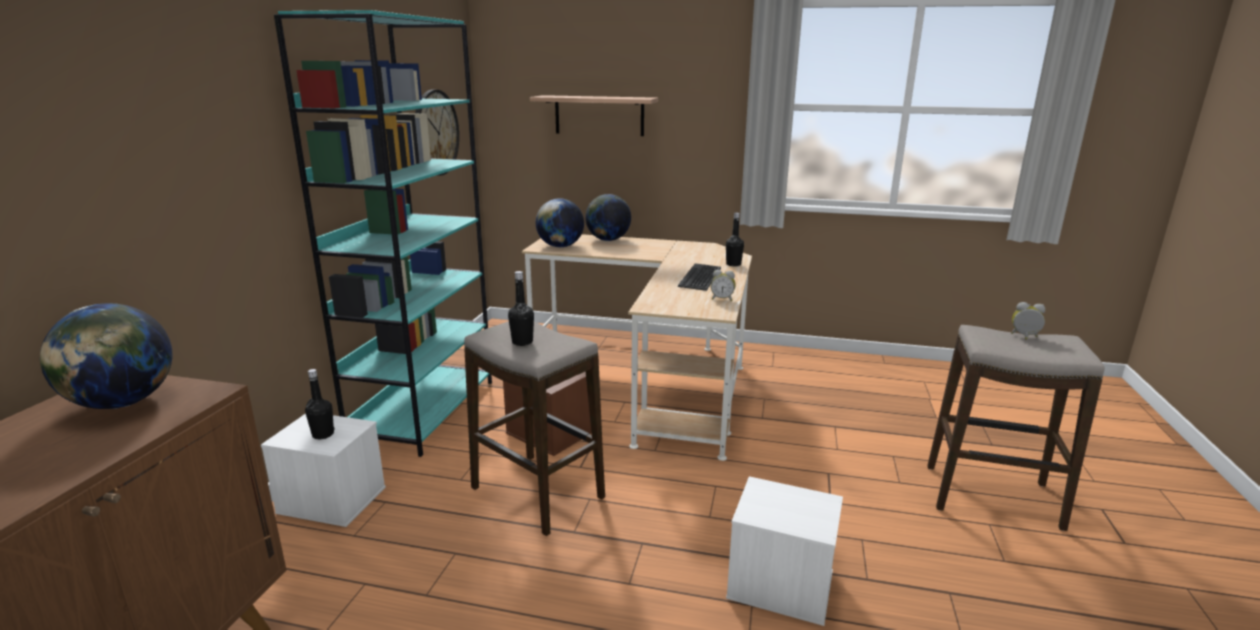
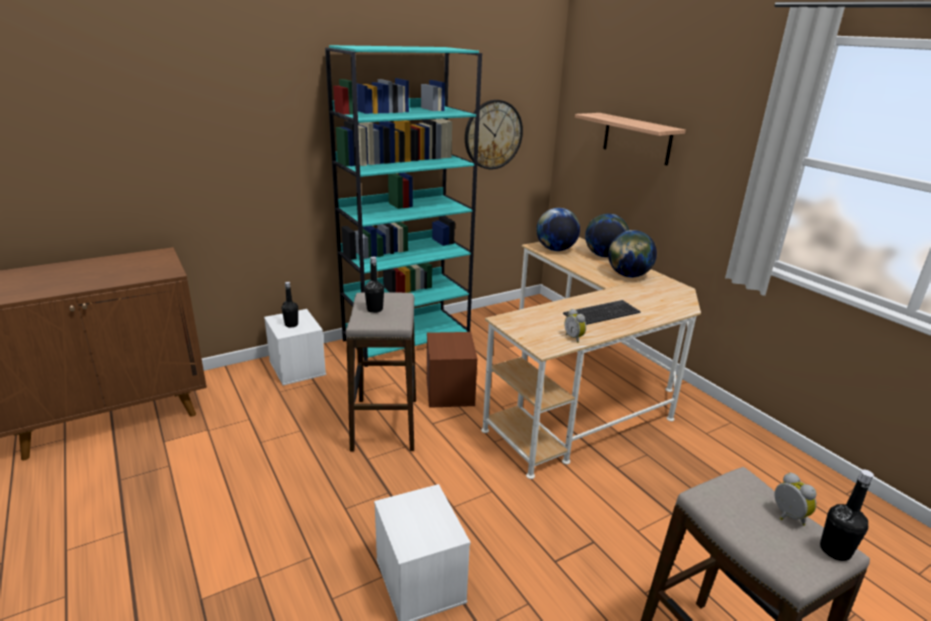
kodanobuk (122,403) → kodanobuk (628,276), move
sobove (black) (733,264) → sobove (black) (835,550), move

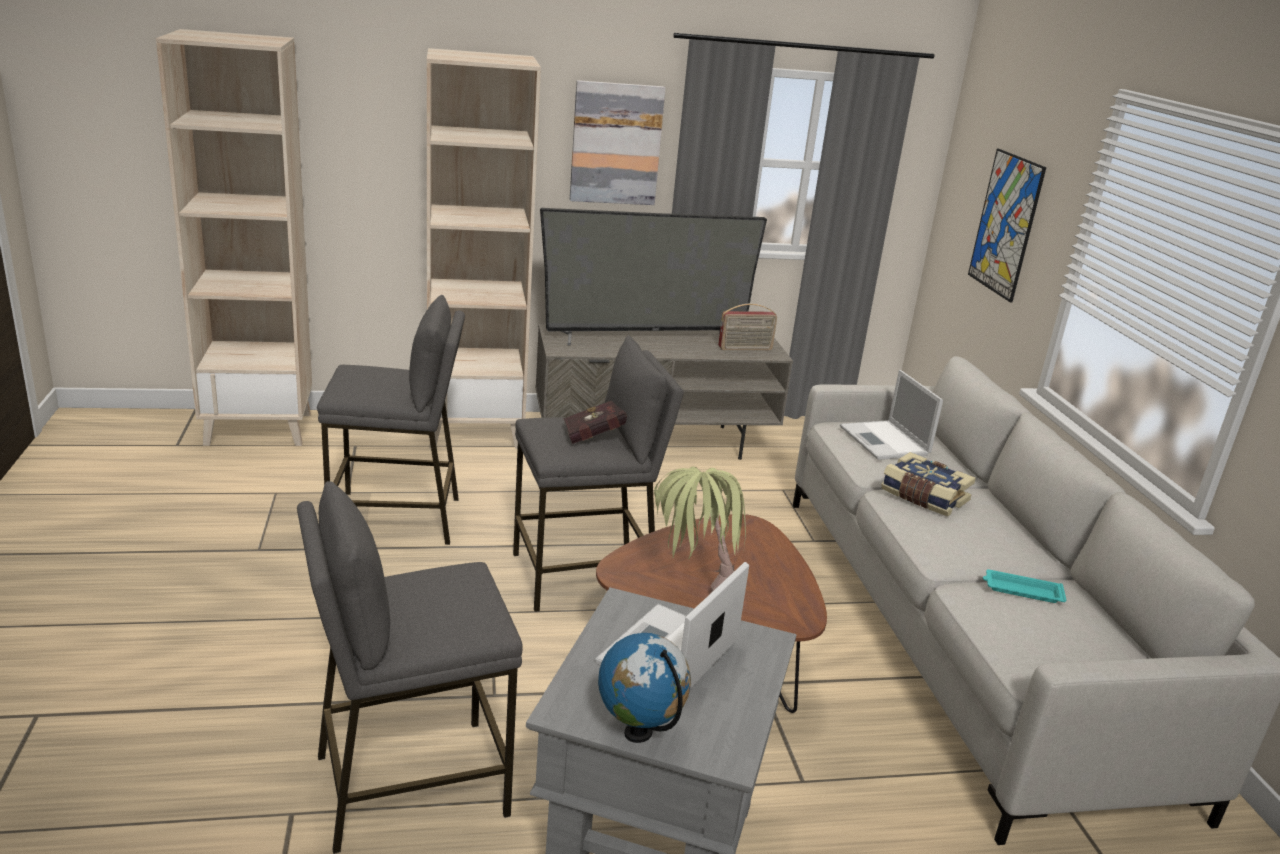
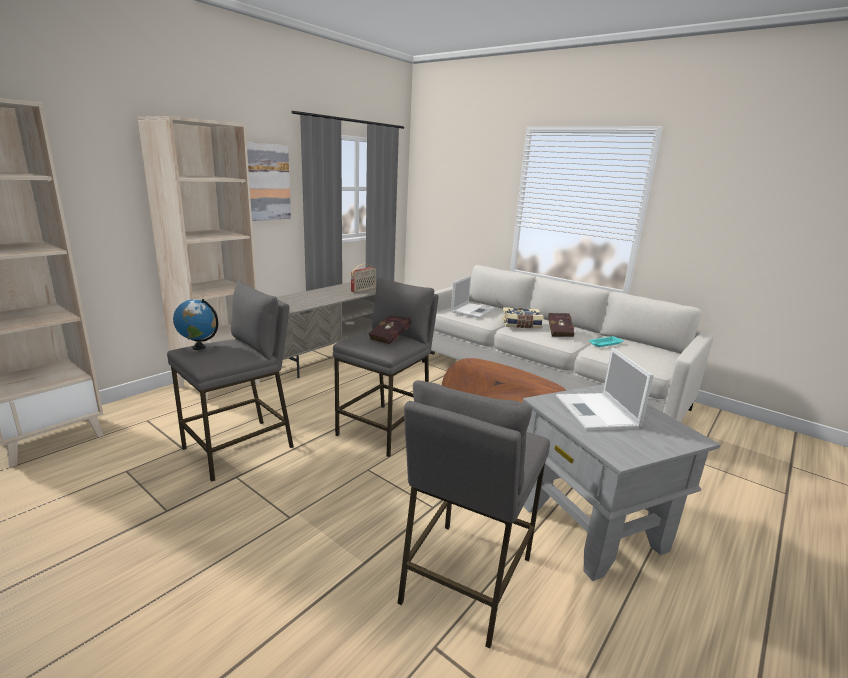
kodanobuk (639,733) → kodanobuk (199,347), move
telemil (885,441) → telemil (473,310), 90 degrees counterclockwise
- → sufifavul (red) (559,332)
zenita (646,337) → -
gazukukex (690,593) → -
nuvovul (1005,224) → -

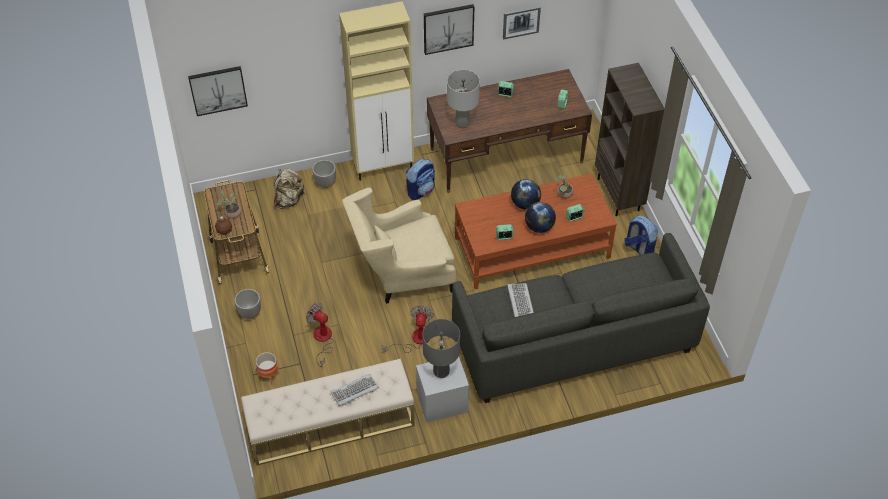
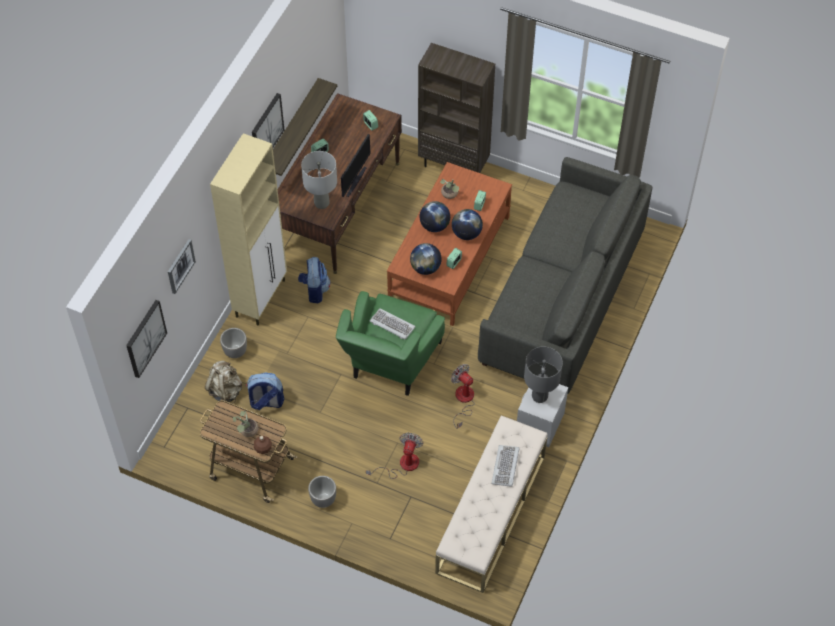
nuvovul (521,22) → nuvovul (180,266), move
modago (638,248) → modago (266,402), move
- → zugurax (291,129)
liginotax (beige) (402,275) → liginotax (green) (390,365)
- → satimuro (355,181)
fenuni (322,340) → fenuni (402,465), 120 degrees clockwise
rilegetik (520,302) → rilegetik (392,325), move
- → kodanobuk (425,268)
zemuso (269,376) → -

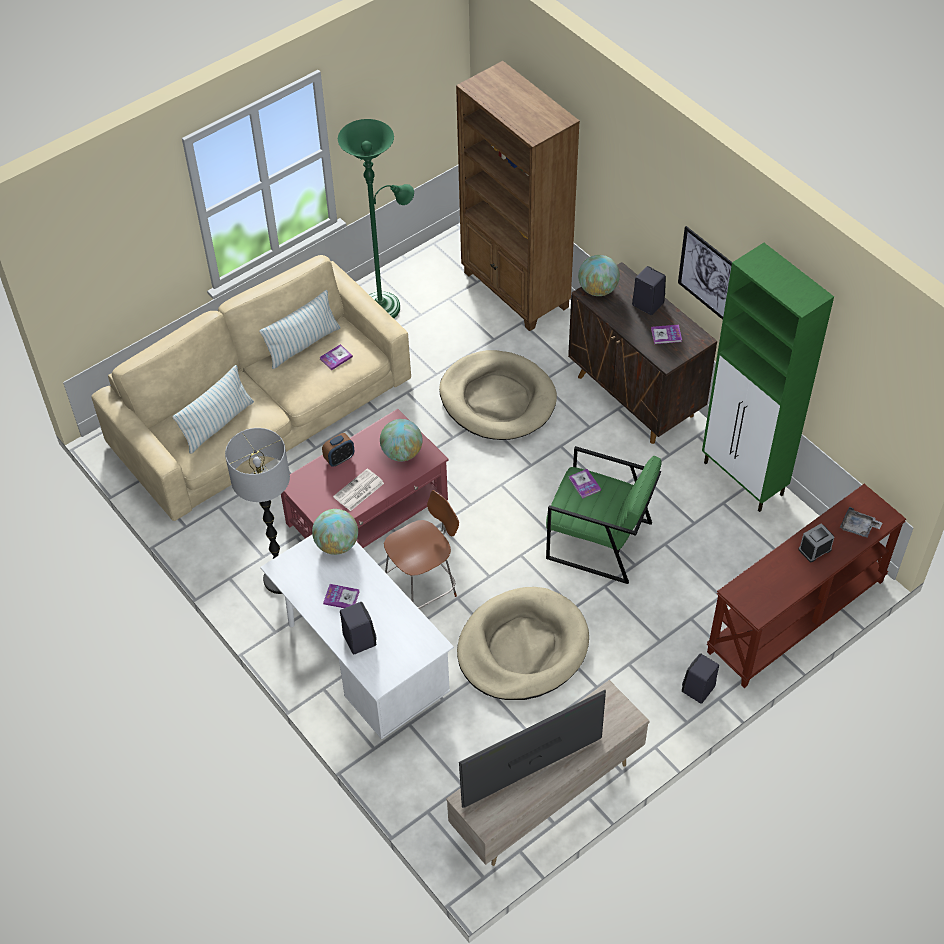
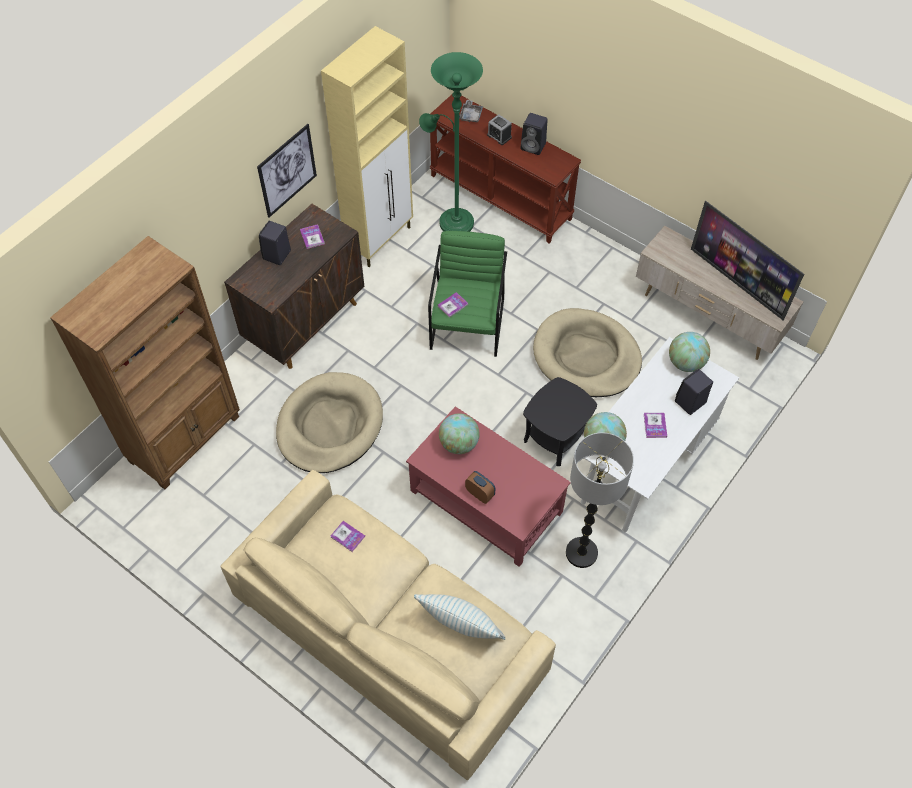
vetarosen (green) (744,479) → vetarosen (beige) (380,240)
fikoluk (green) (385,305) → fikoluk (green) (452,221), move
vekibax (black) (698,690) → vekibax (black) (534,146), move
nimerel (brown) (422,590) → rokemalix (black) (555,438)
kodanobuk (598,289) → kodanobuk (686,363), move
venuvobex (303,344) → -
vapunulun (358,491) → -

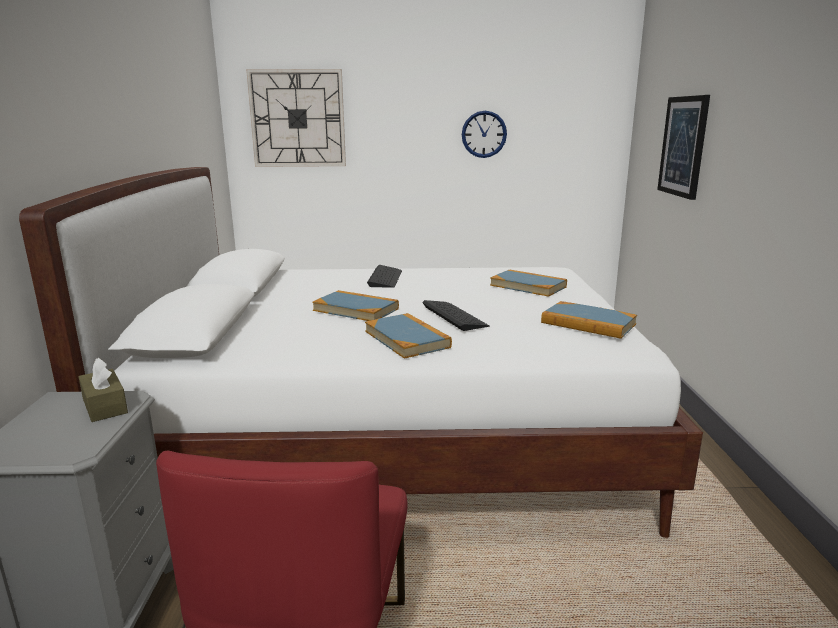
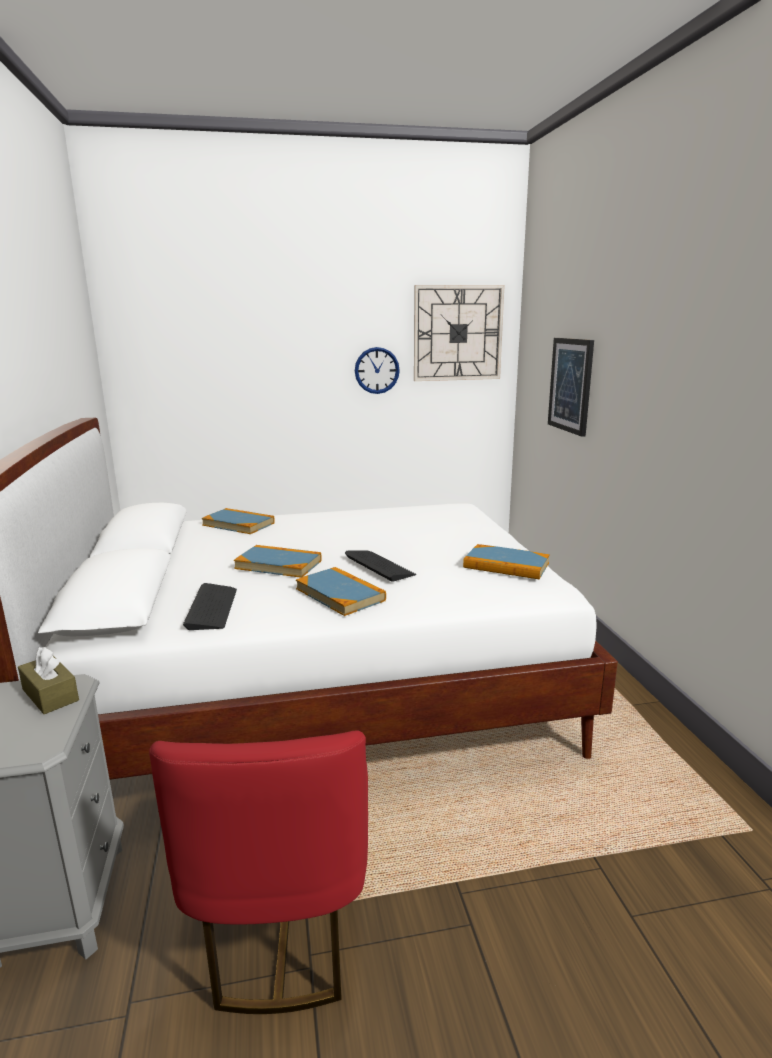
rilegetik (385,278) → rilegetik (212,608), move
sufifavul (528,286) → sufifavul (238,524), move
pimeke (297,118) → pimeke (457,333), move

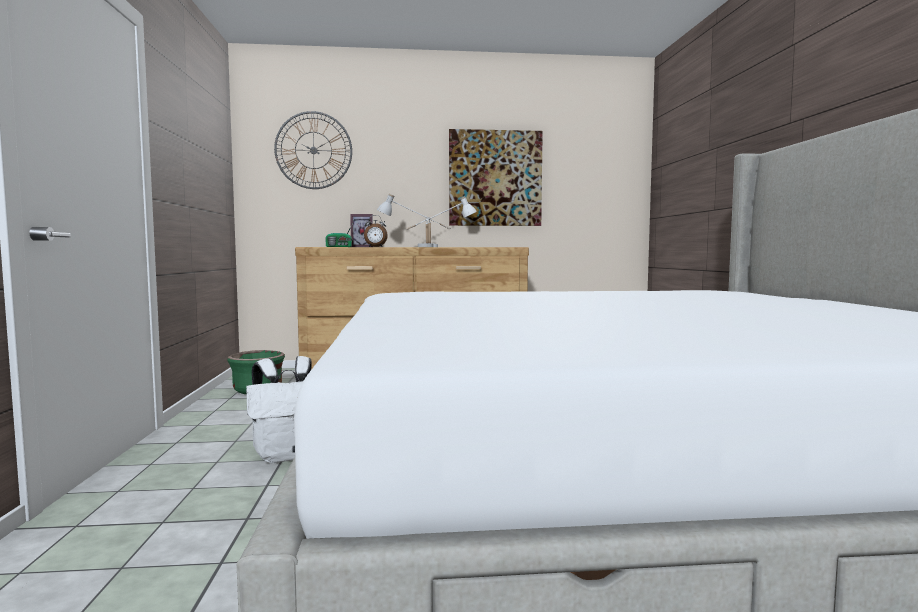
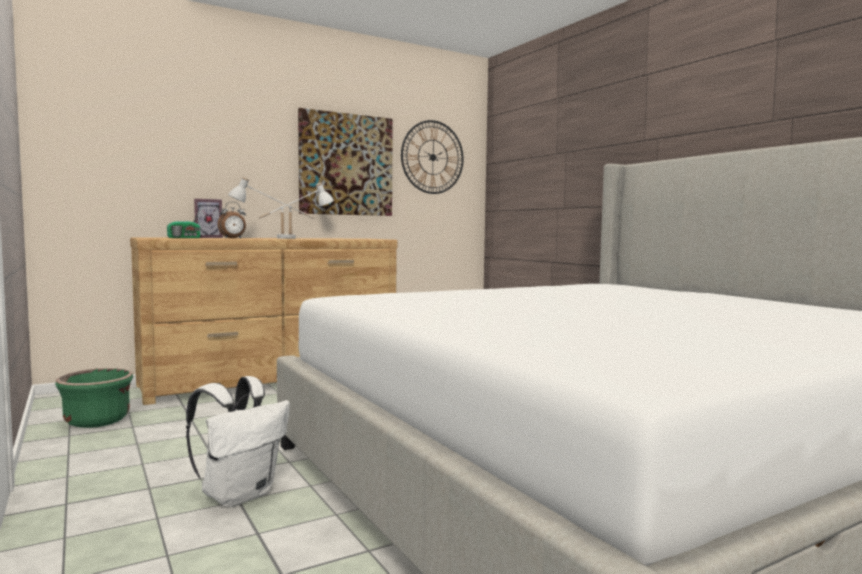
pimeke (313,150) → pimeke (432,157), move

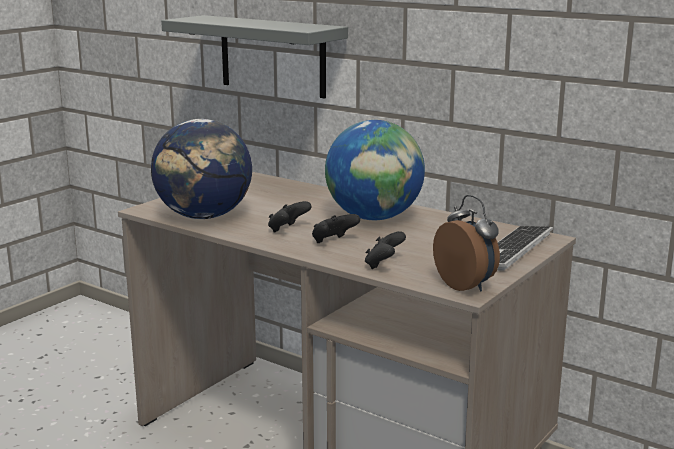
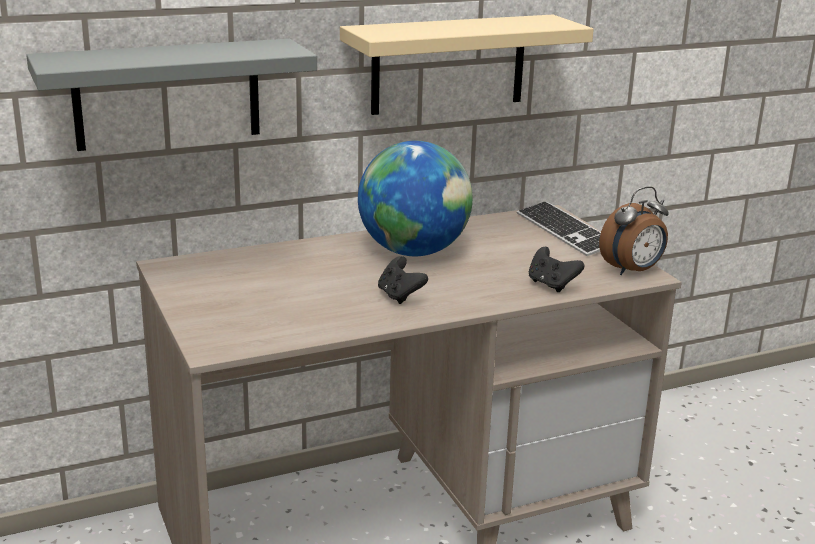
- → zugurax (beige) (448,64)
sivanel (467,285) → sivanel (632,271), 150 degrees clockwise
kodanobuk (204,217) → -
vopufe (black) (333,242) → -

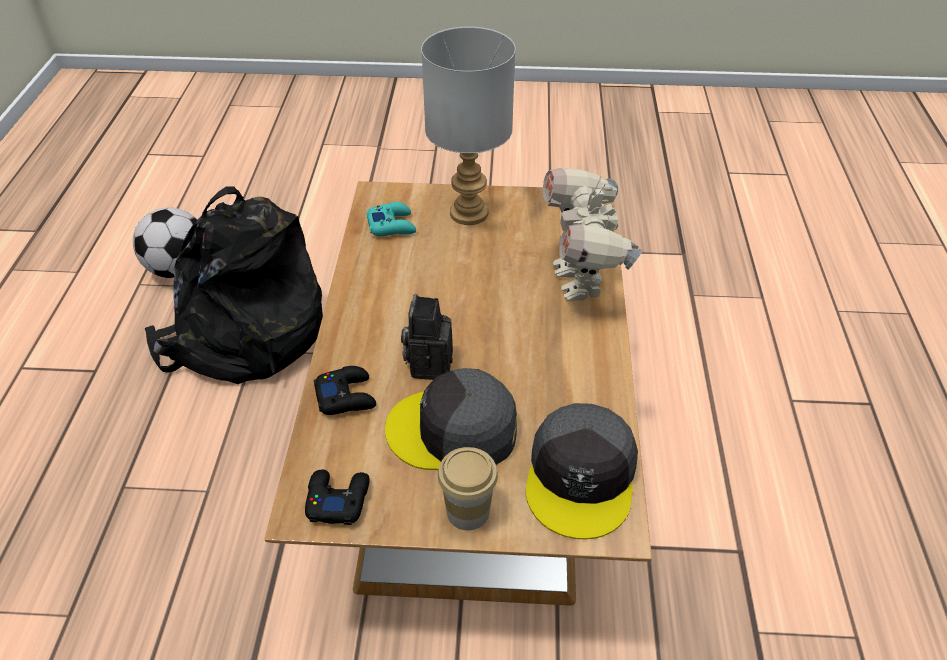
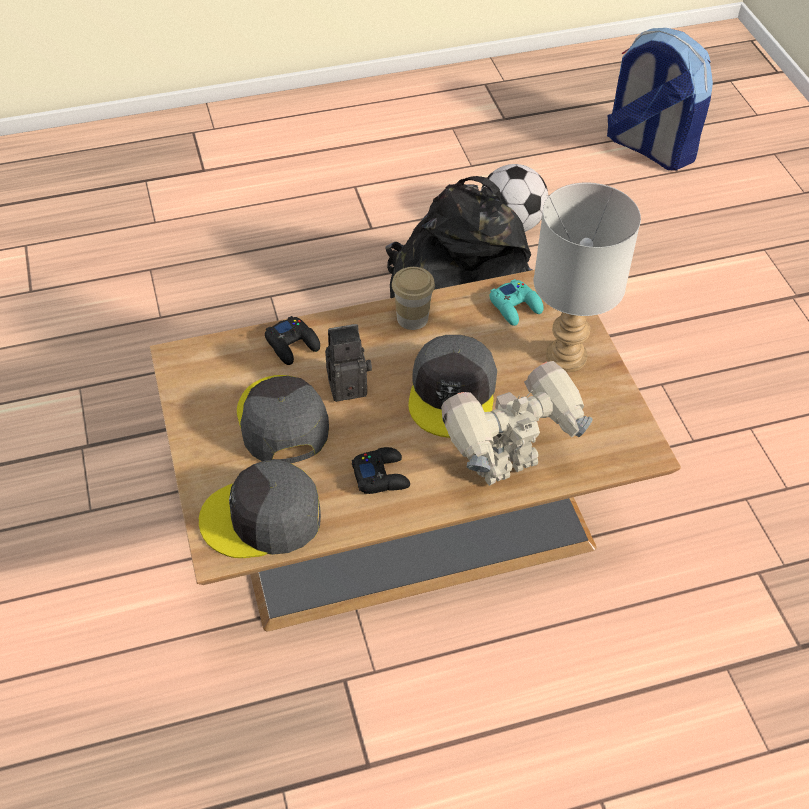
vopufe (black) (337,499) → vopufe (black) (381,475), move
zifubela (468,511) → zifubela (412,318), move
- → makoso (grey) (453,393)
- → modago (648,148)

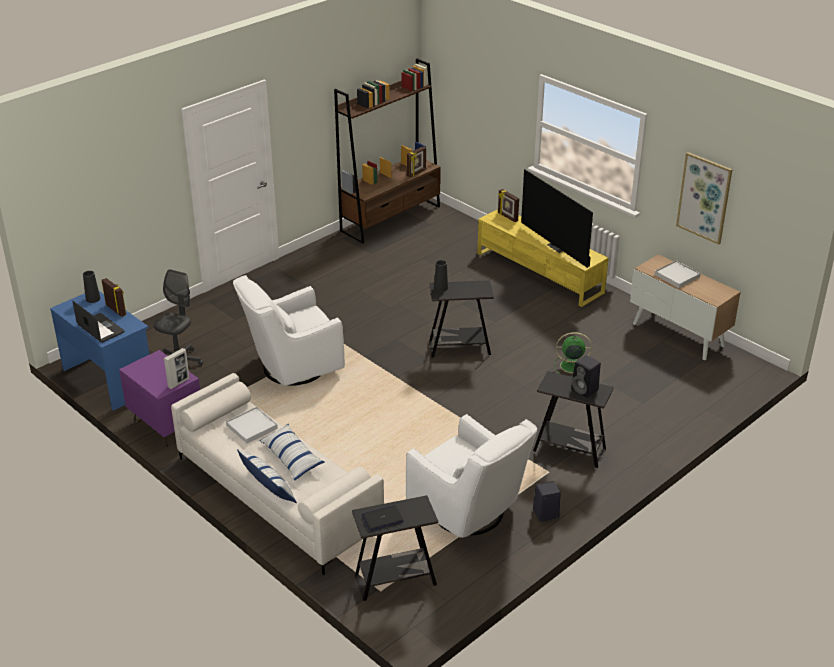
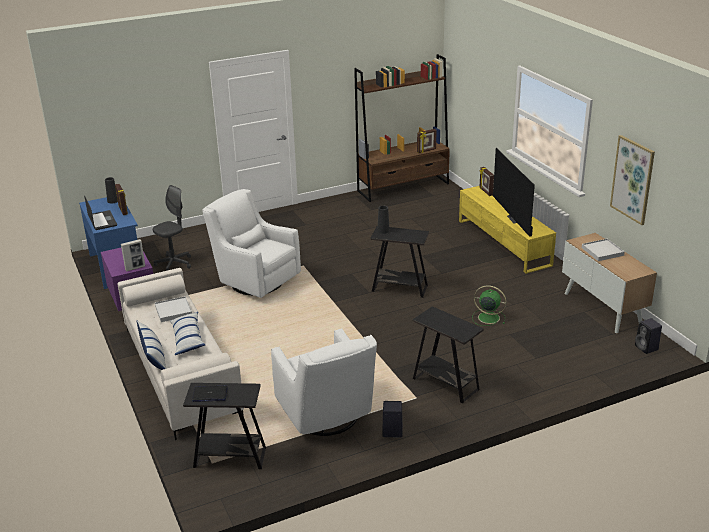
liginotax (white) (291,368) → liginotax (white) (255,281), 45 degrees clockwise
vekibax (black) (585,390) → vekibax (black) (647,348), move

